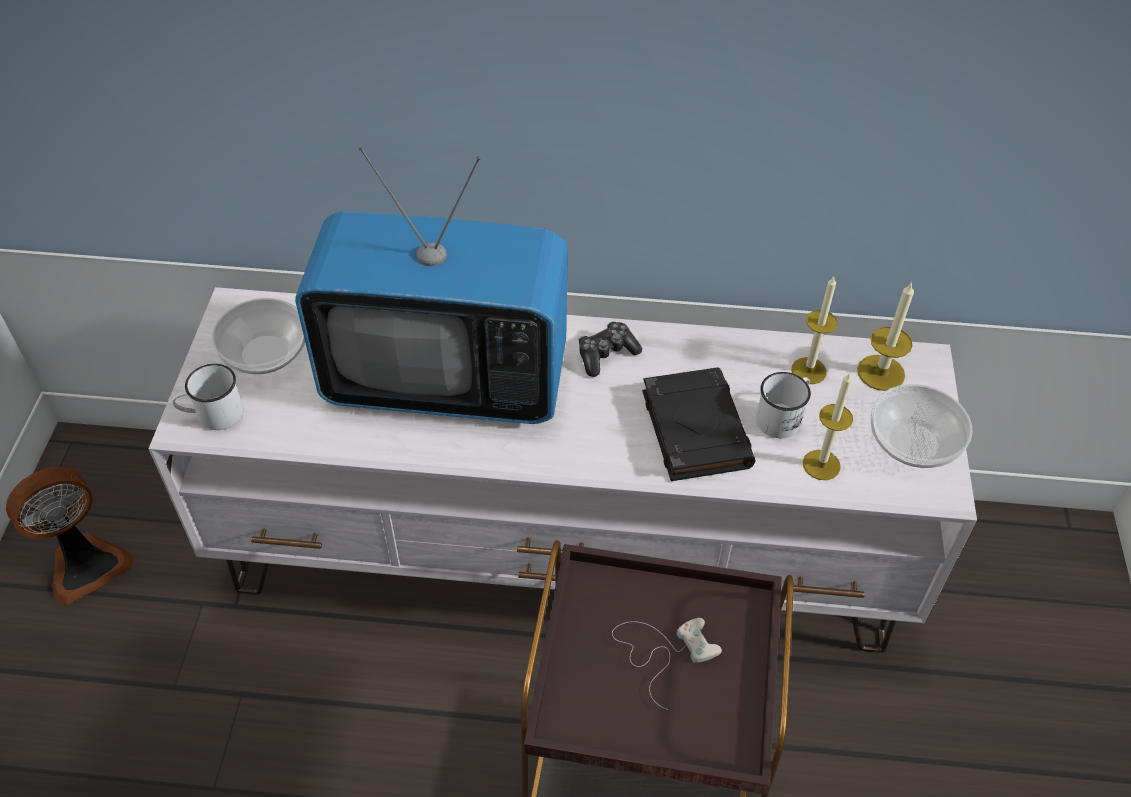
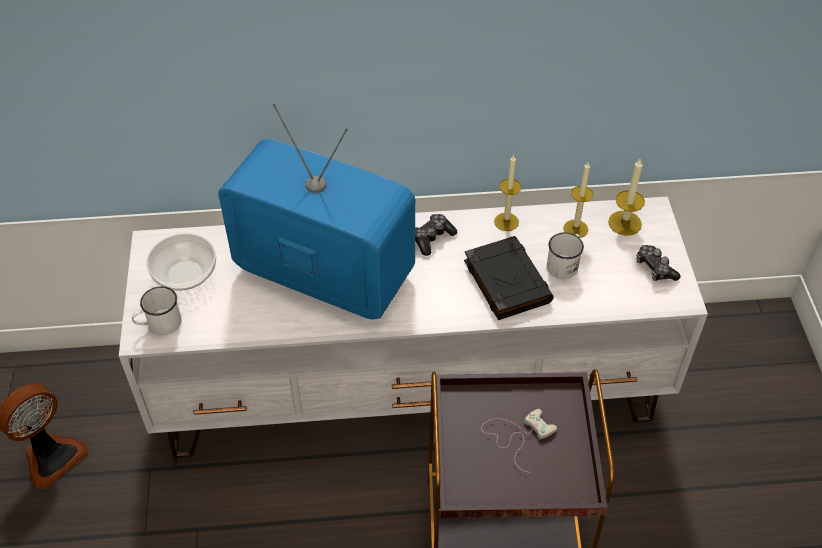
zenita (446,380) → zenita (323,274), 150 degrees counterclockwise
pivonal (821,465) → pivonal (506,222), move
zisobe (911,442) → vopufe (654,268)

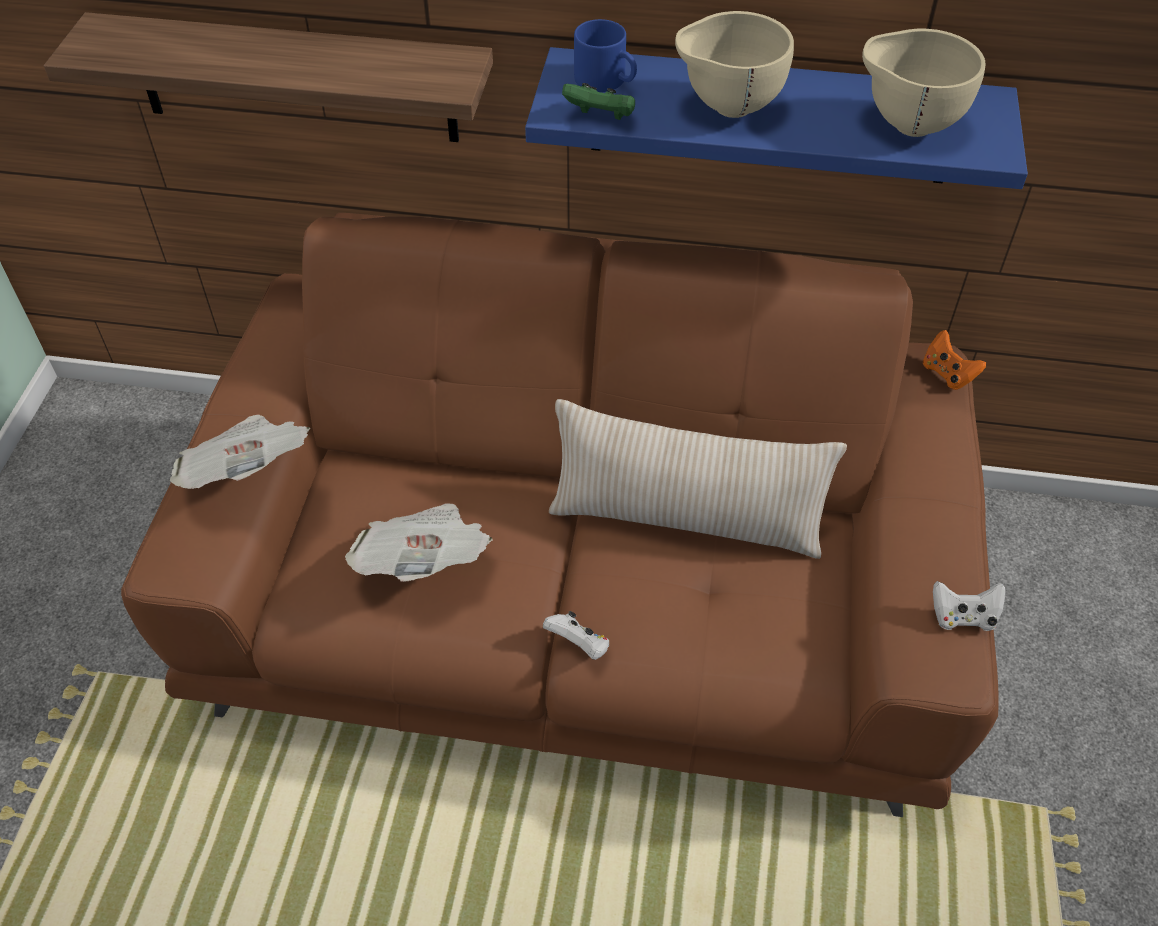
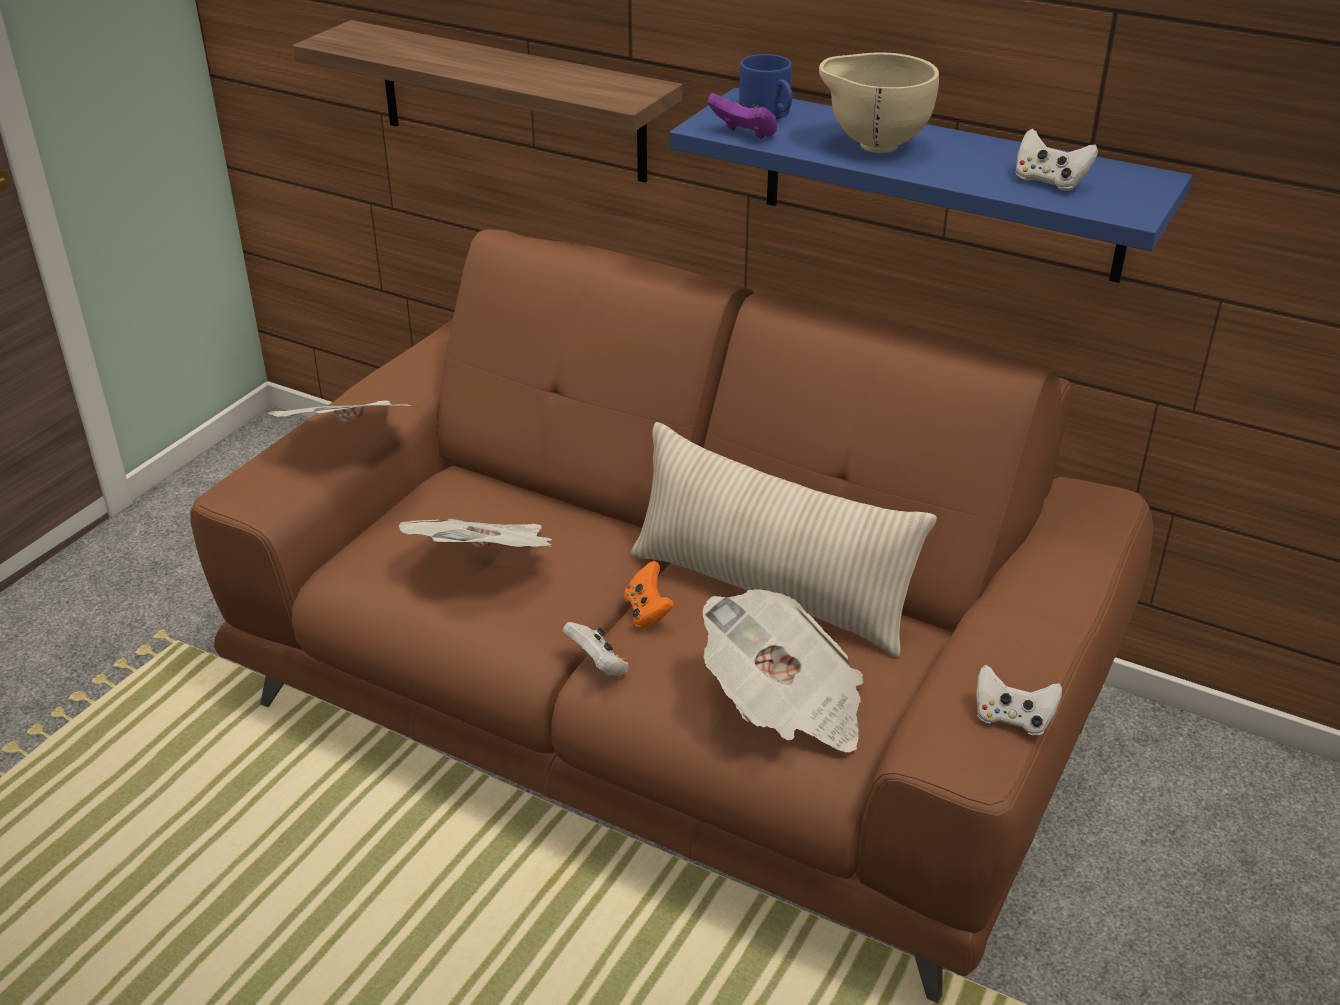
vopufe (orange) (947,374) → vopufe (orange) (647,612), move
- → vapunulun (785,705)
vopufe (green) (601,117) → vopufe (purple) (744,135)
zisobe (beige) (906,125) → vopufe (white) (1049,182)

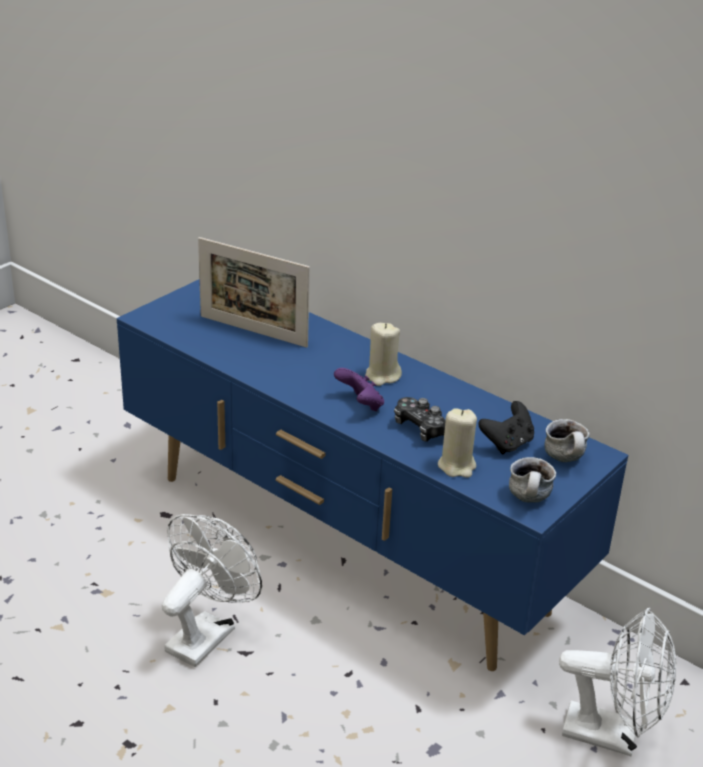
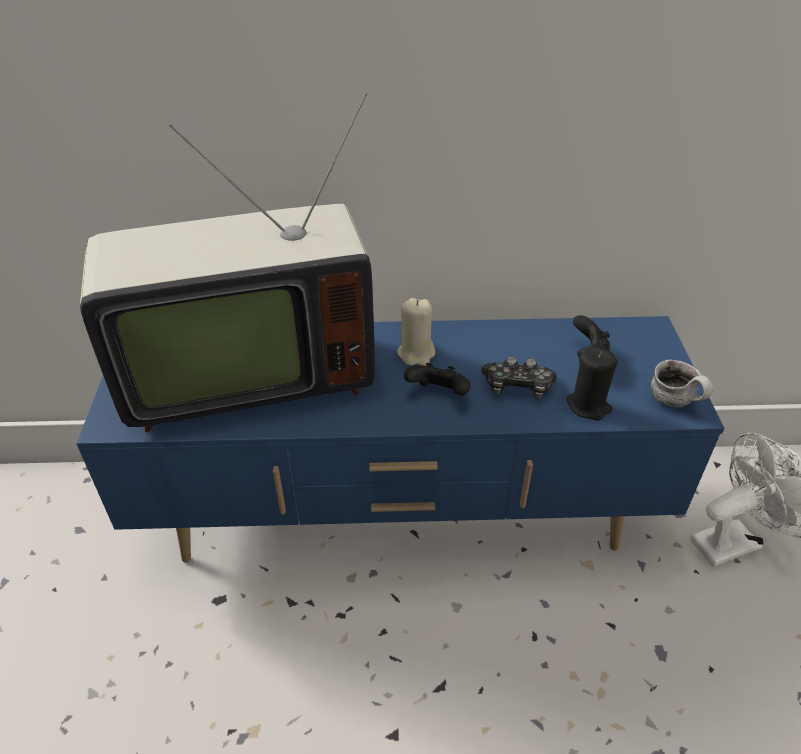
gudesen (253,331) → zenita (244,374)
vopufe (purple) (360,405) → vopufe (black) (439,394)
pivonal (beige) (457,466) → pivonal (black) (588,406)
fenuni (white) (206,633) → -
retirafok (567,460) → -

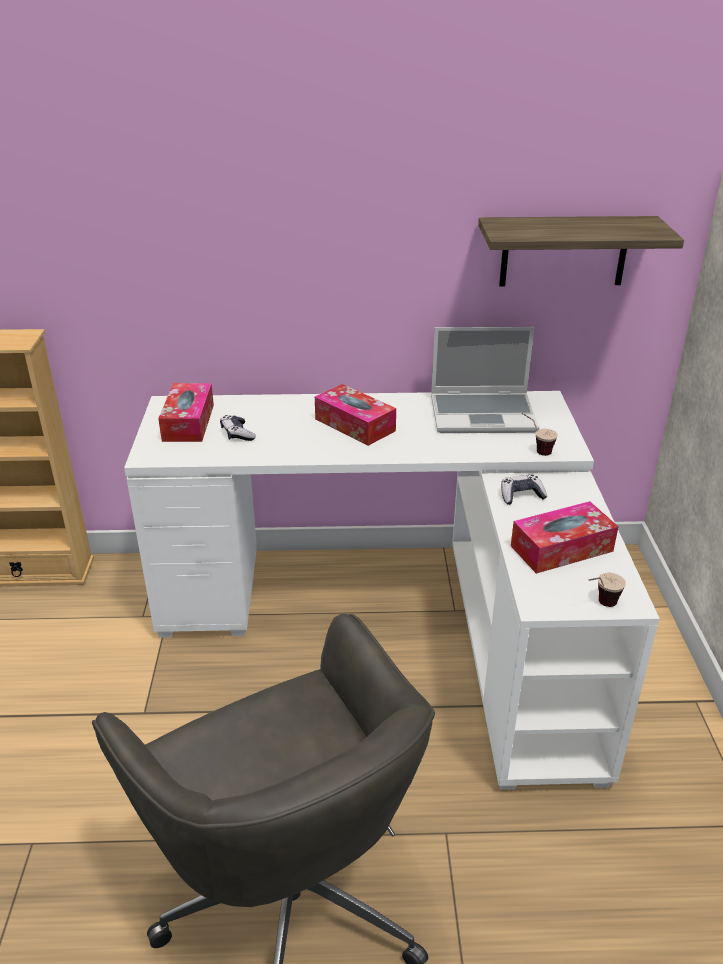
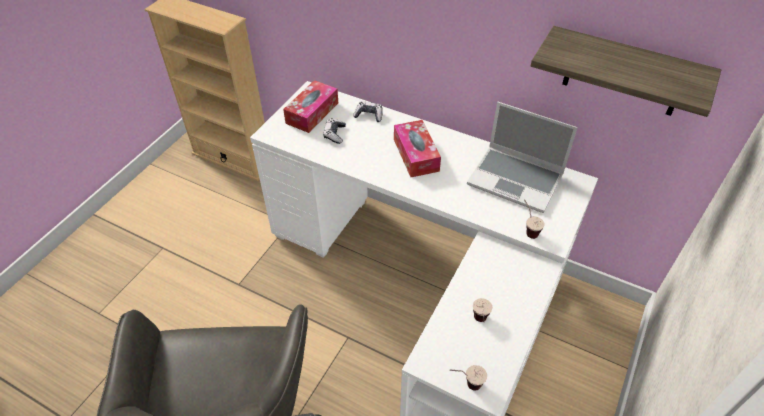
vopufe (521,495) → vopufe (369,115), move
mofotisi (561,548) → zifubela (480,323)

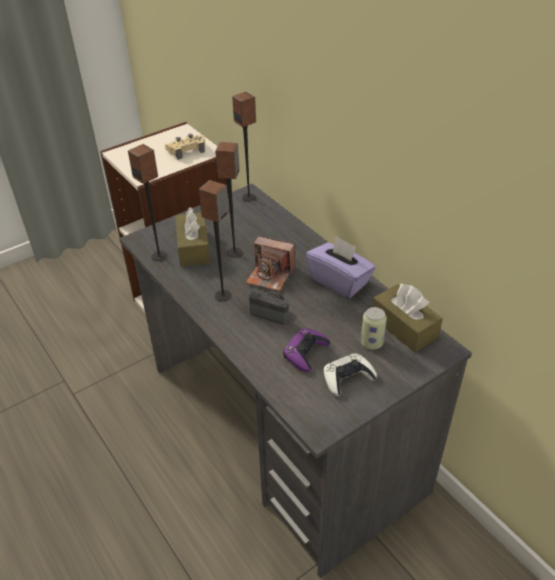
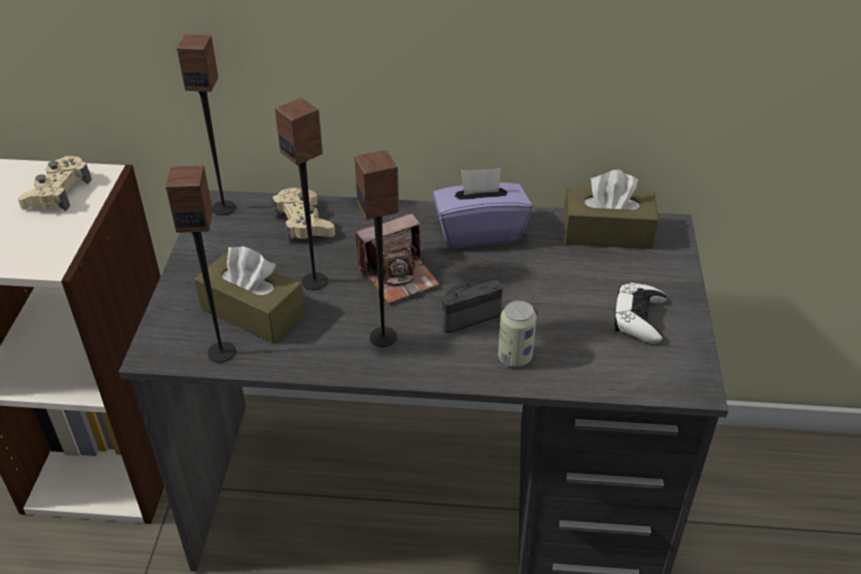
- → vopufe (beige) (303,223)
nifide (371,343) → nifide (515,357), move
vopufe (purple) (305,353) → -

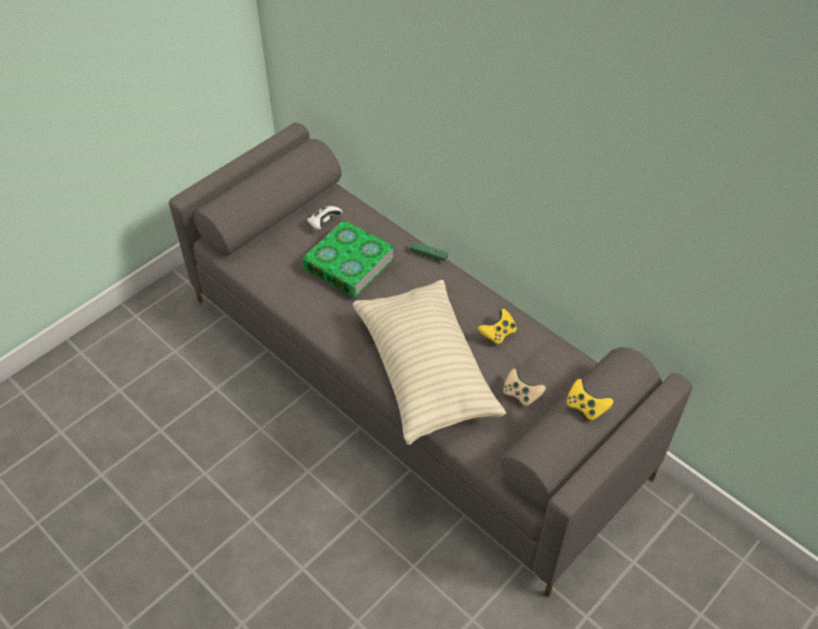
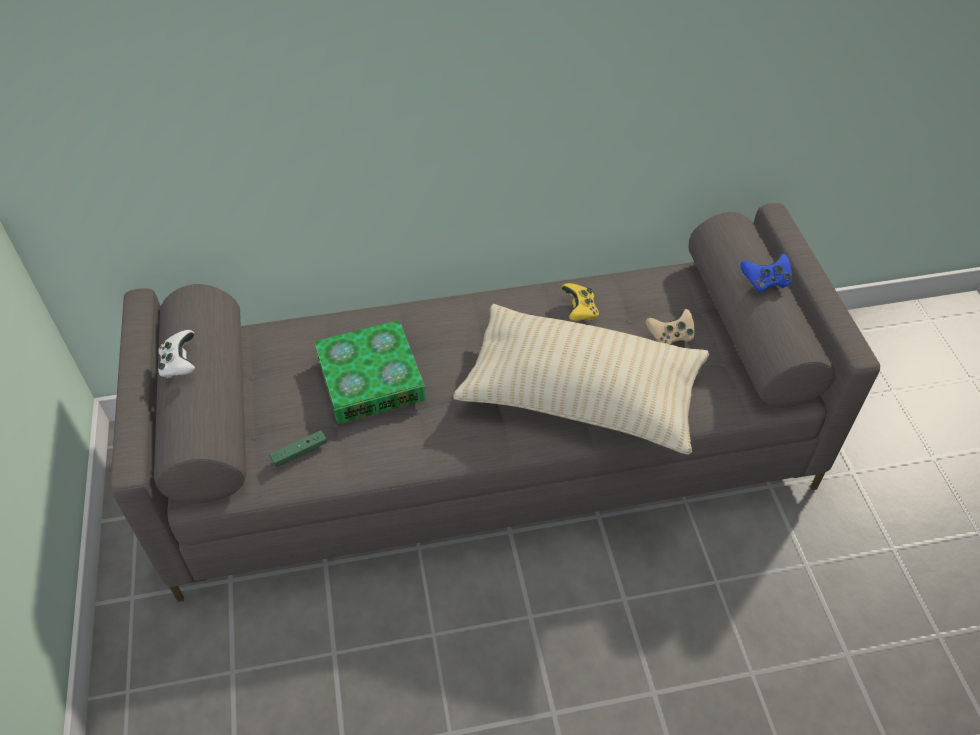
vopufe (white) (324,223) → vopufe (white) (180,364), move
vopufe (green) (429,255) → vopufe (green) (299,453), move
vopufe (yellow) (585,407) → vopufe (blue) (765,282)

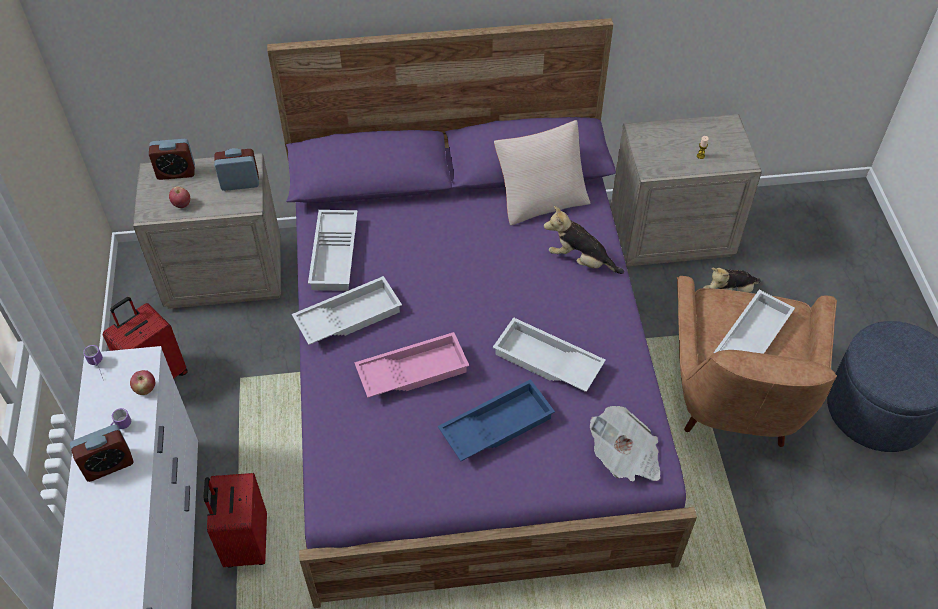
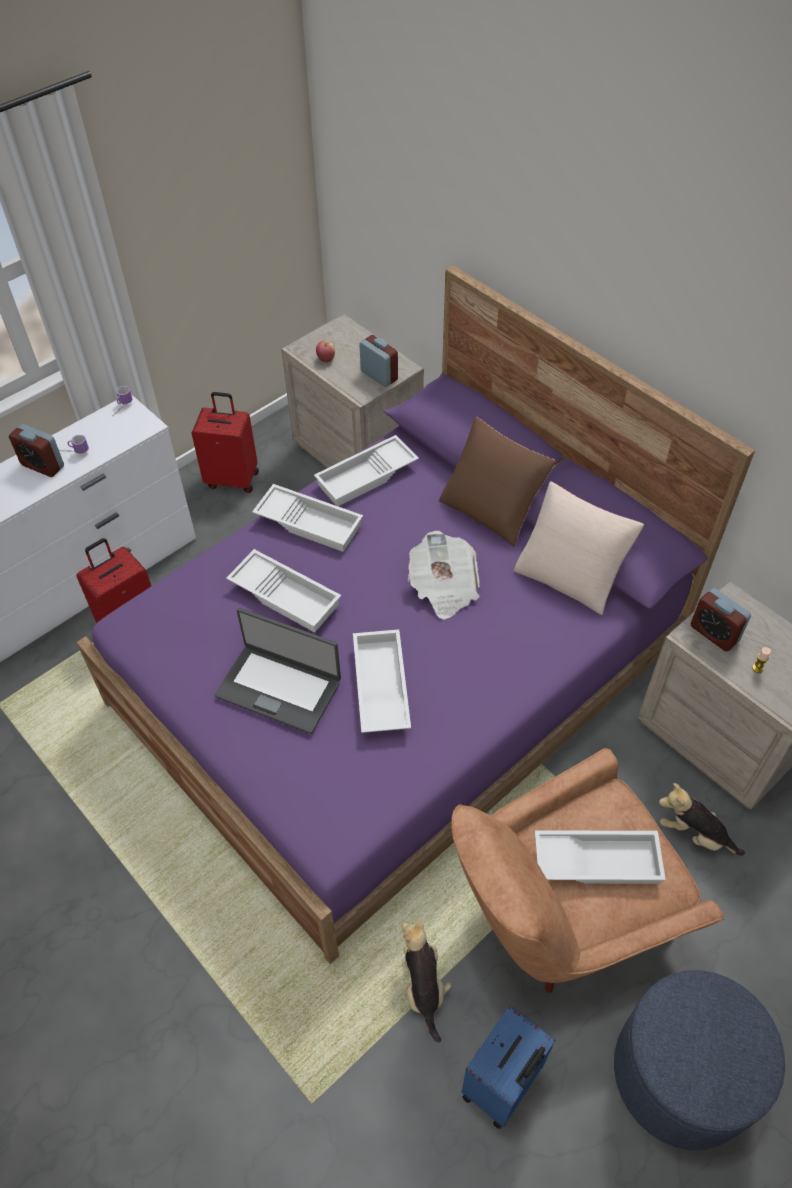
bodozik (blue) (496,424) → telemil (279,687)
bodozik (pink) (412,370) → bodozik (white) (286,595)
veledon (580,260) → veledon (423,986), move
vapunulun (625,457) → vapunulun (443,588), move
- → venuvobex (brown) (492,508)
- → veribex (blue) (503,1085)
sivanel (176,172) → sivanel (714,633), move
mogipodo (145,389) → -

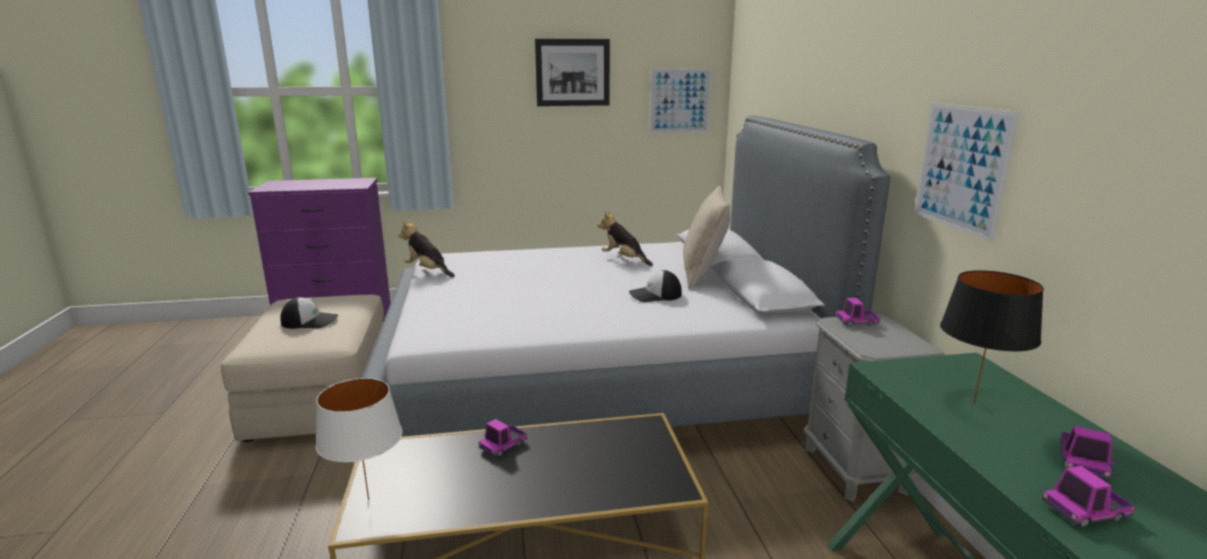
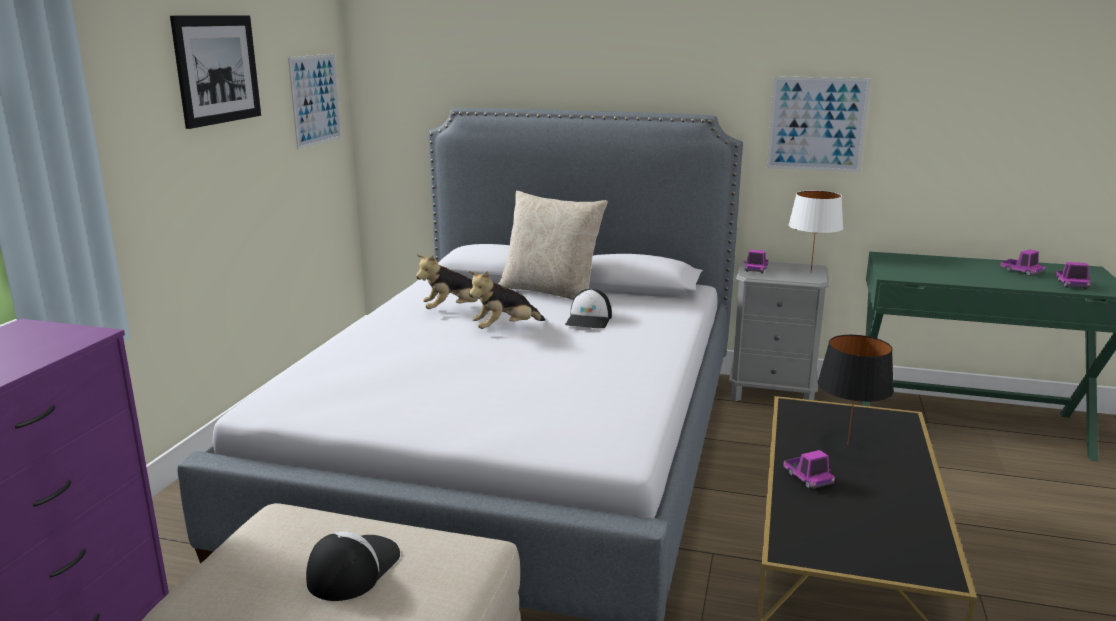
veledon (428,271) → veledon (505,329), move
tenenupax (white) (368,499) → tenenupax (white) (810,272), move
tenenupax (black) (972,402) → tenenupax (black) (847,445), move

